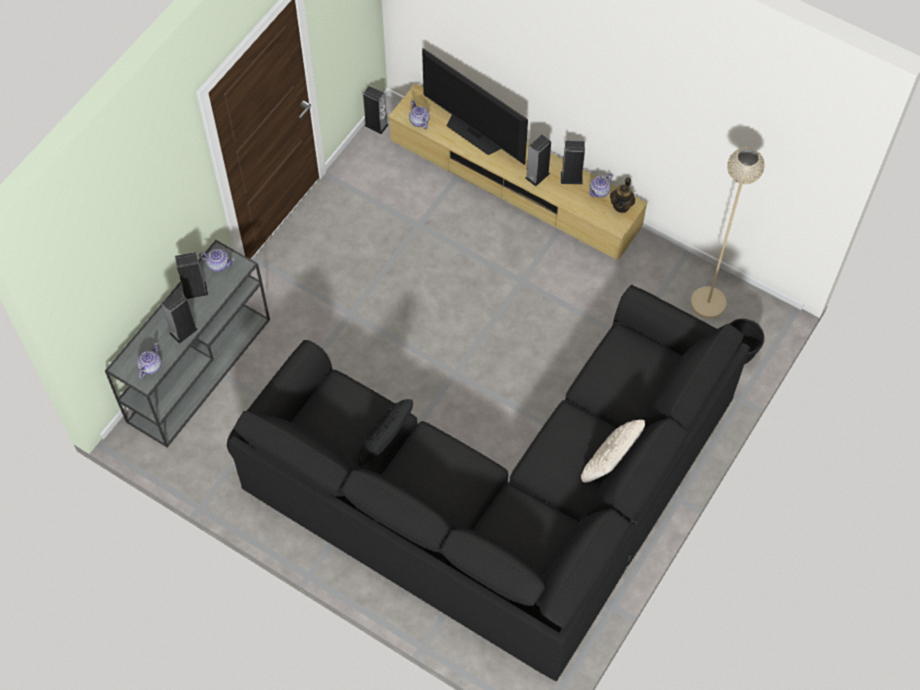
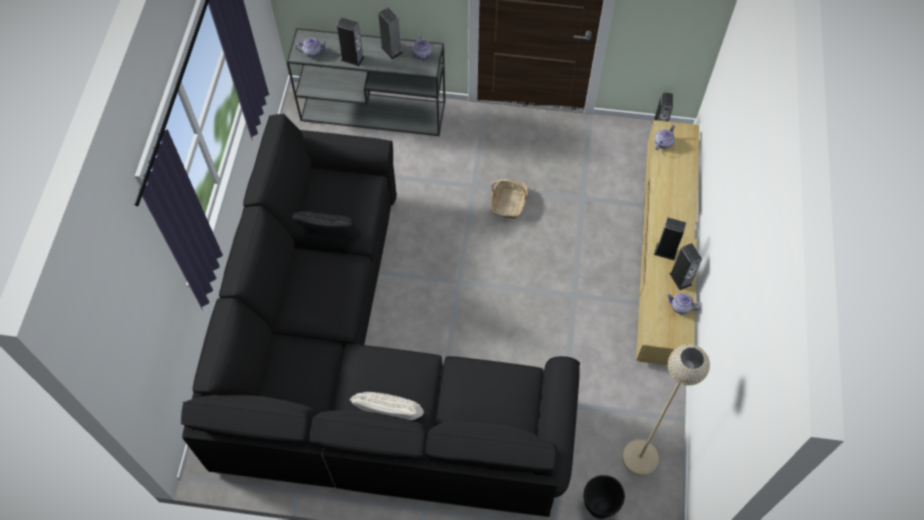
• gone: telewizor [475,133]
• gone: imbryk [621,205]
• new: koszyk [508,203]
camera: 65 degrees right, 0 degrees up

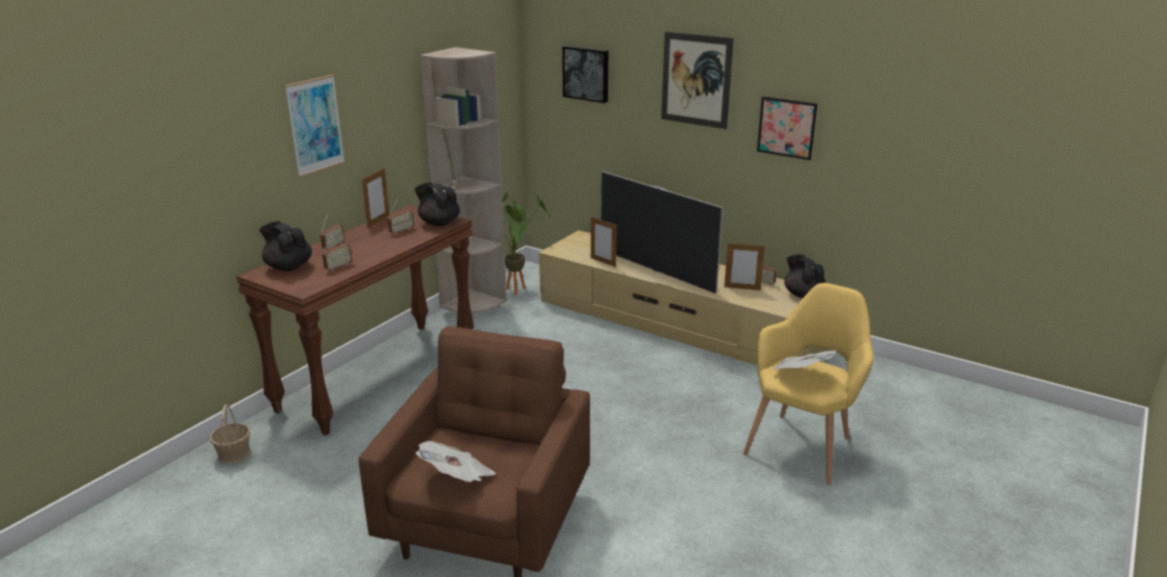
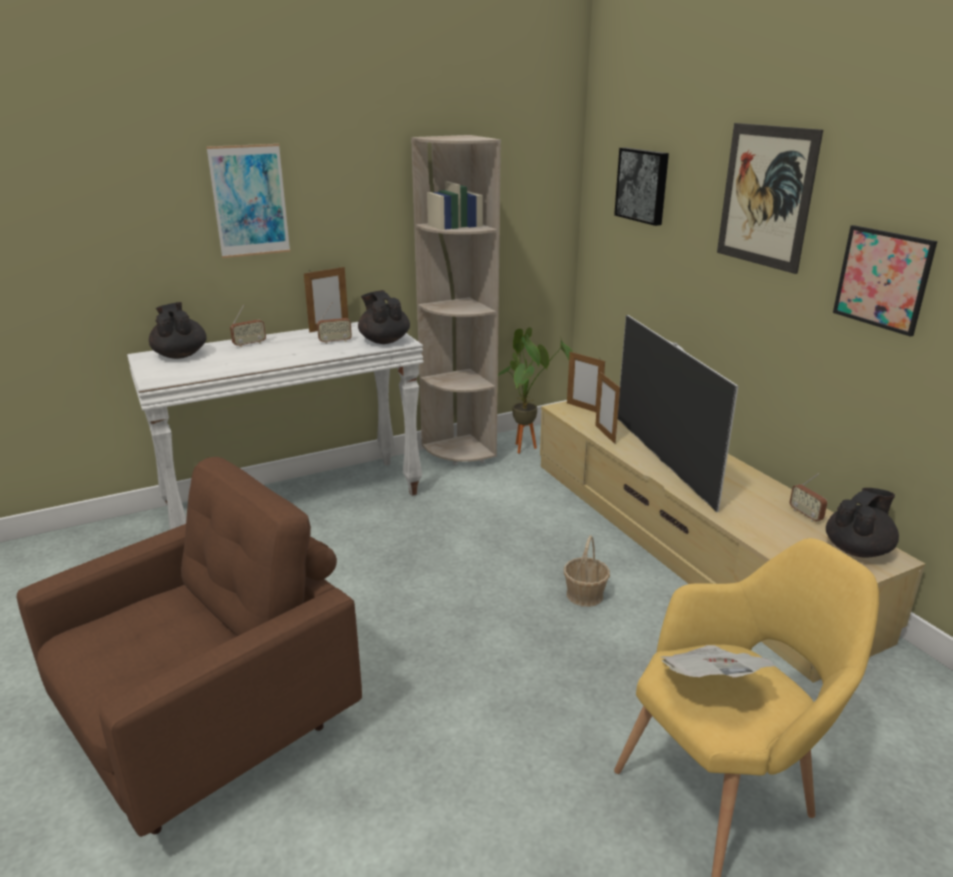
• repainted: stolik konsolowy (brązowy) [378,375] to stolik konsolowy (biały) [295,502]
• gone: radio [338,267]
• shifted: ramka na zdjęcie [742,288] to [583,408]
• rotated: imbryk (czarny) [803,294] = [857,549] 45 degrees clockwise
• shifted: koszyk [234,454] to [585,595]
• gone: gazeta [457,478]
camera: 30 degrees right, 0 degrees up

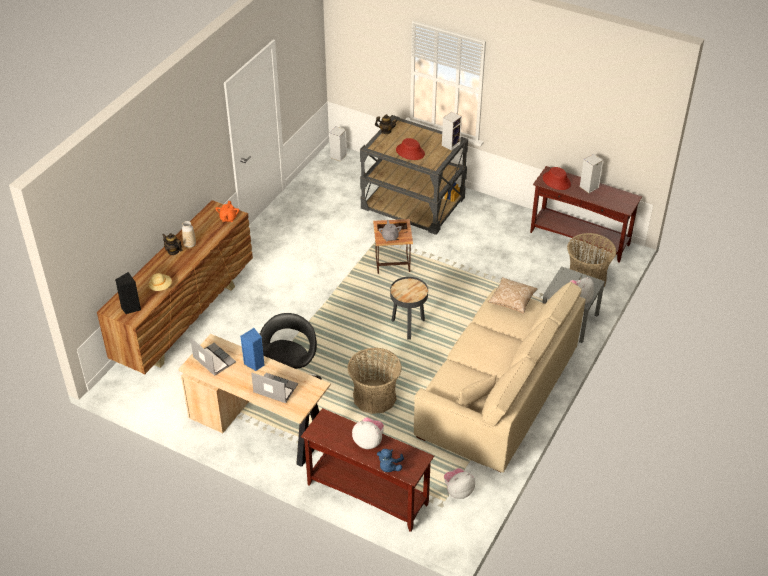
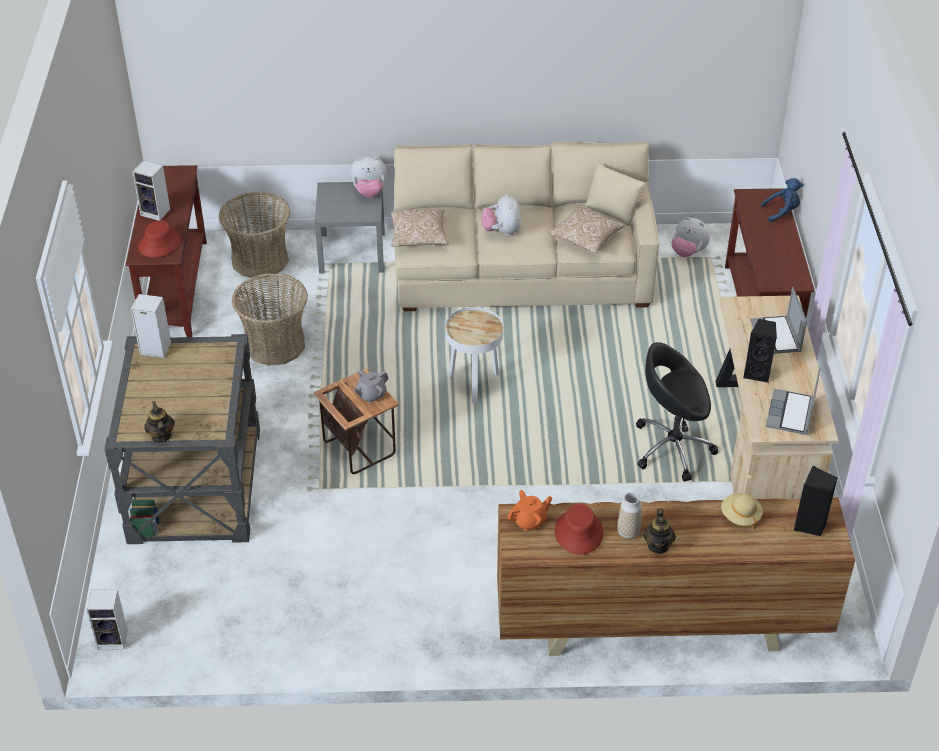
• shifted: kapelusz (czerwony) [410,152] to [578,532]
• repainted: stolik (czarny) [408,326] to stolik (biały) [474,383]
• repainted: głośnik (niebieski) [255,364] to głośnik (czarny) [757,373]
• shifted: koszyk [374,397] to [275,345]
• shifted: pluszak [368,441] to [502,231]
• new: poduszka [586,238]
camera: 120 degrees left, 0 degrees up

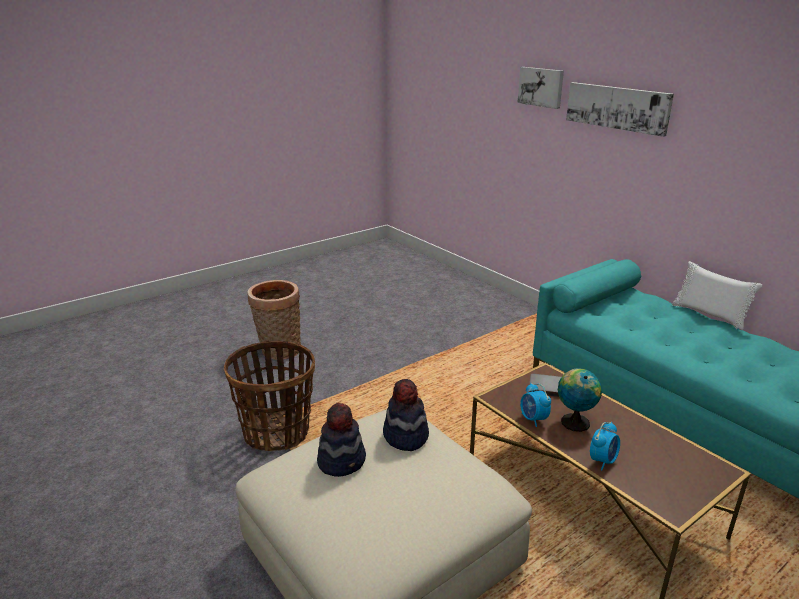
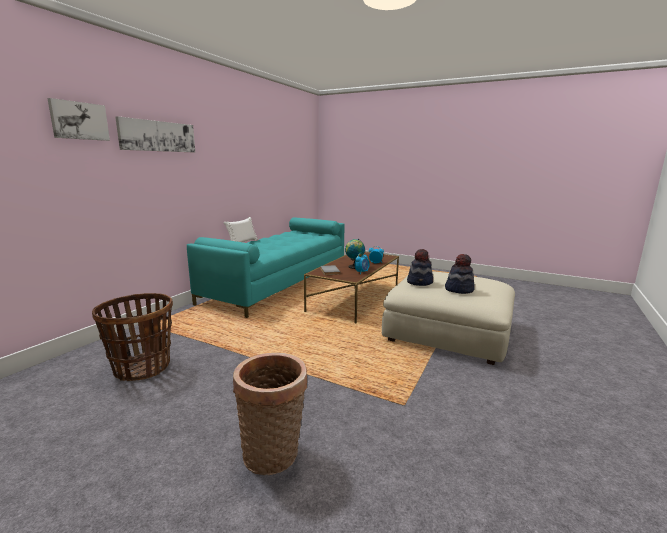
• shifted: koszyk [277,433] to [142,368]
camera: 115 degrees left, 10 degrees down

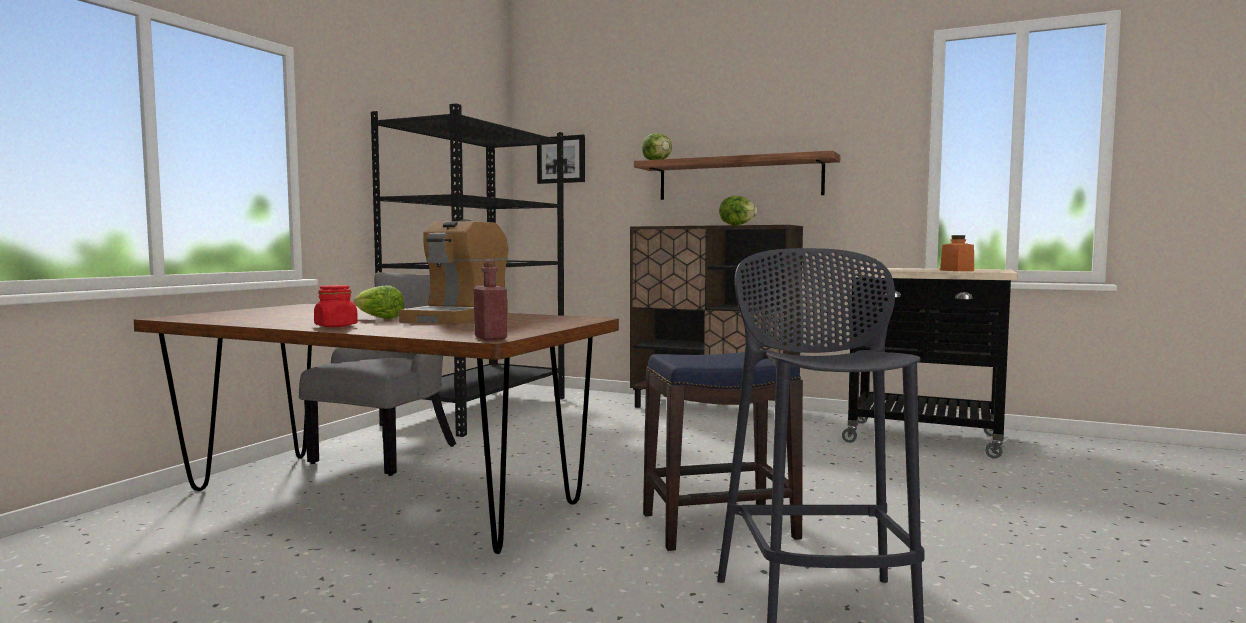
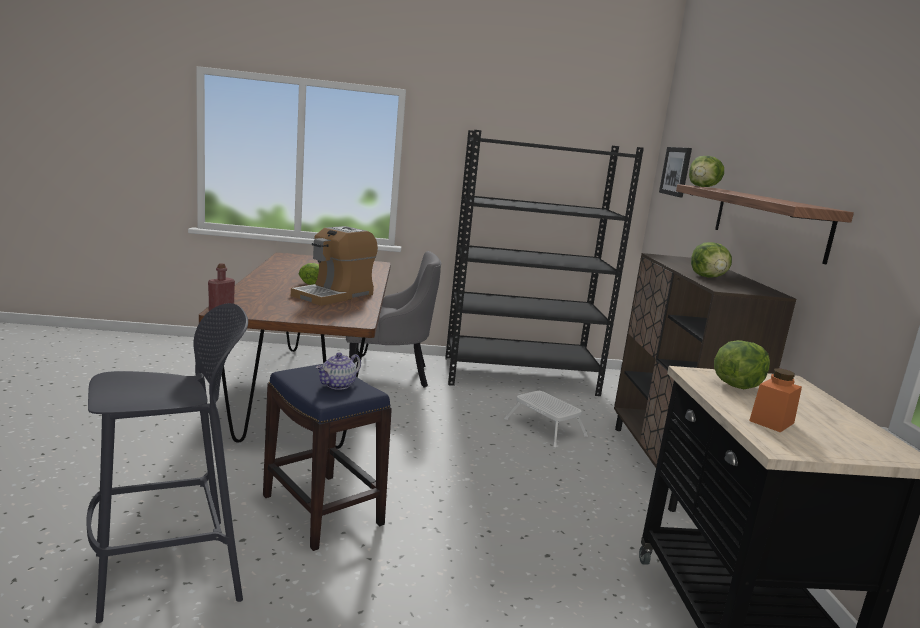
• rotated: ekspres do kawy [458,317] = [334,295] 45 degrees counterclockwise
• gone: słoik (czerwony) [336,326]
• new: sałata [736,385]
• new: imbryk [338,385]
• new: drabinka (biały) [544,427]
camera: 60 degrees right, 10 degrees up

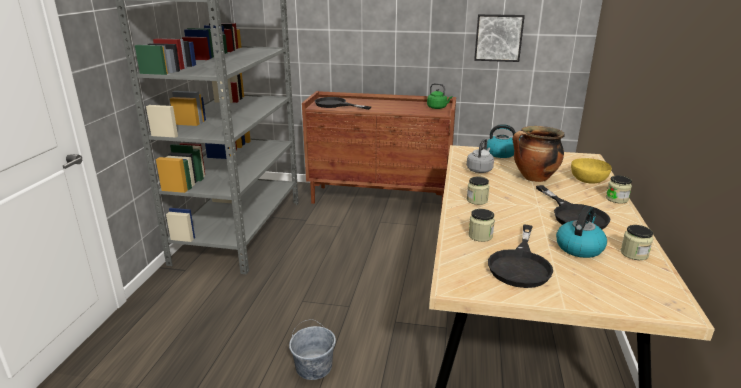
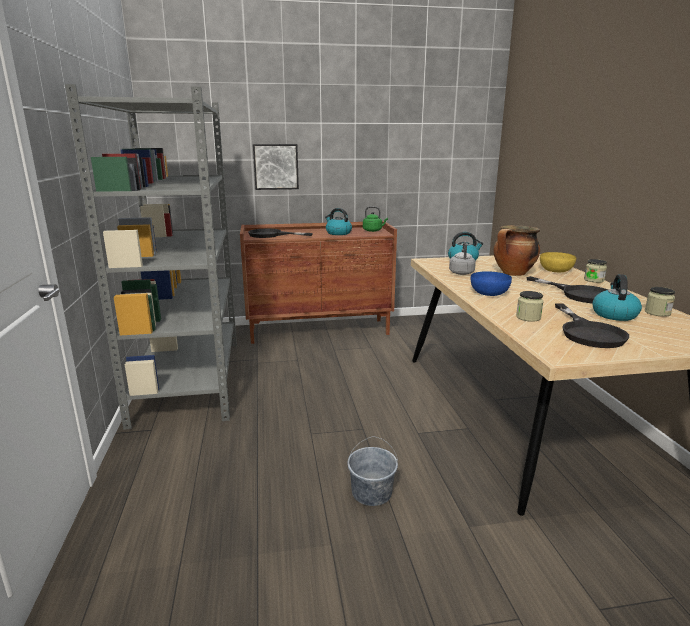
• shifted: obraz [498,37] to [276,166]
• swapped: słoik [477,200] to miska (niebieski) [489,293]
• new: czajnik [338,233]
camera: 20 degrees left, 5 degrees down

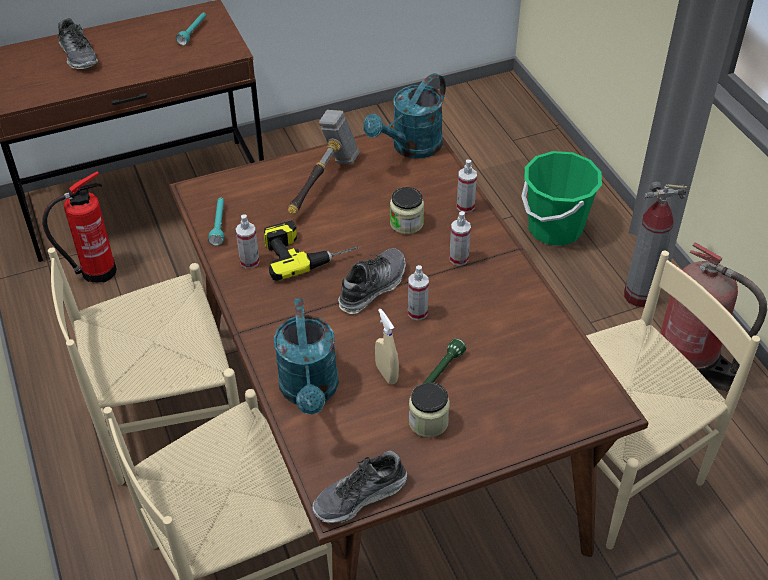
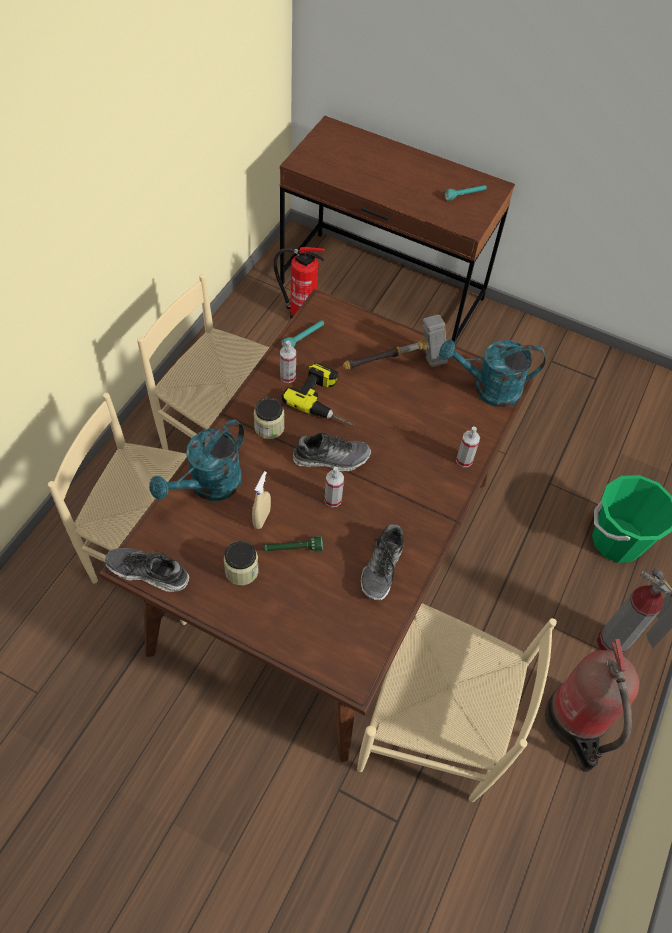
• shifted: but [79,55] to [382,568]
• shifted: słoik [406,223] to [269,427]
• gone: spryskiwacz [458,258]
camera: 45 degrees right, 10 degrees up

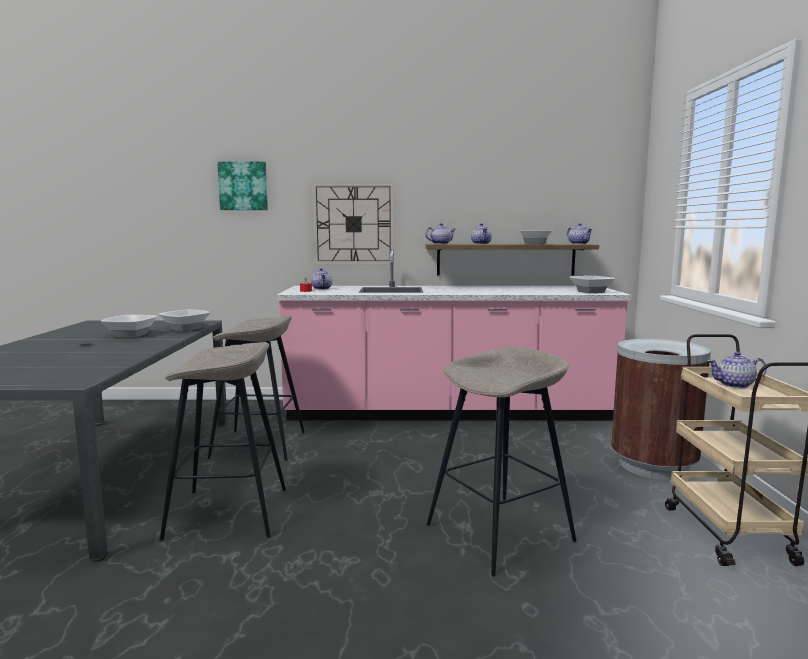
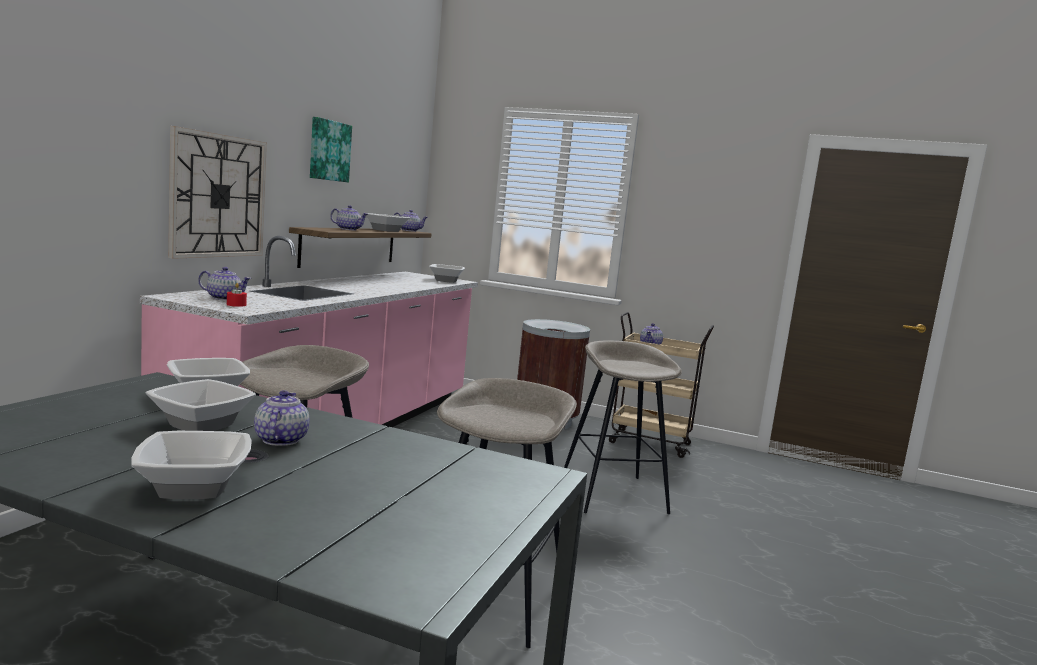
• shifted: obraz [243,186] to [328,150]
• shifted: imbryk [440,244] to [280,439]
• new: miska [194,488]
camera: 70 degrees left, 0 degrees up

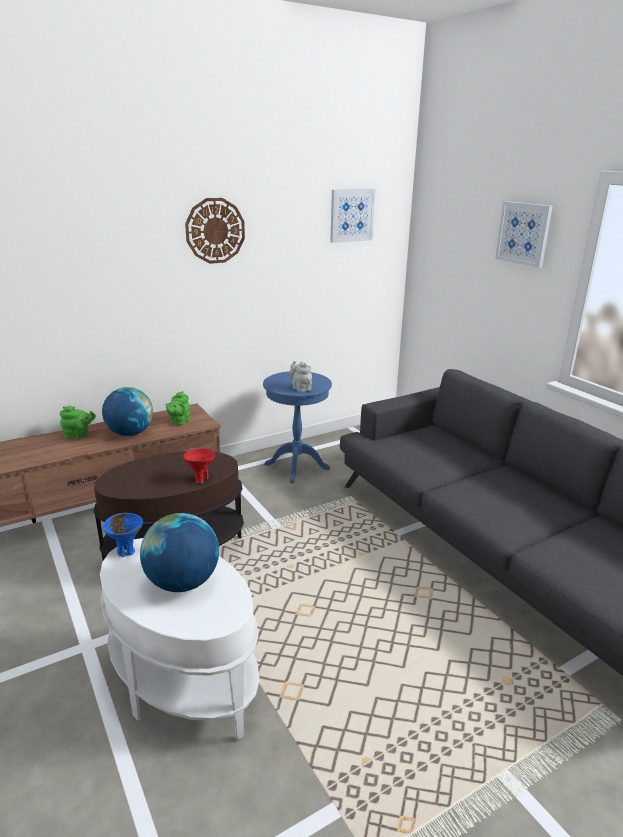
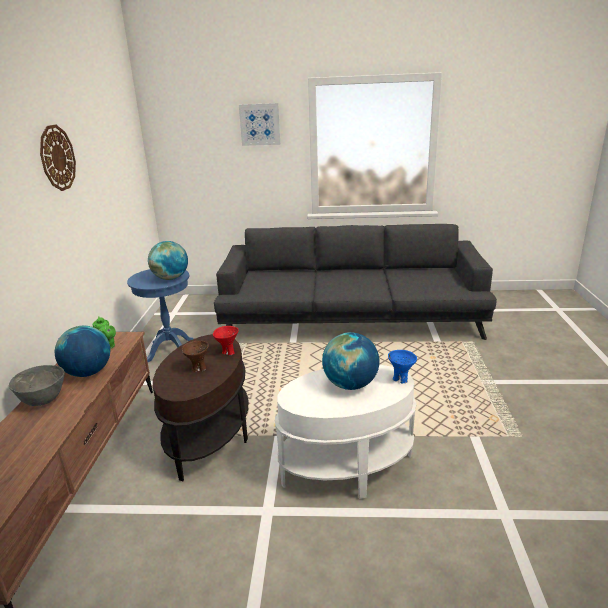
• gone: obraz [351,215]
• swapped: imbryk (szary) [300,388] to globus [171,278]
• swapped: imbryk (zielony) [78,435] to miska (szary) [43,401]
• shifted: miska (niebieski) [126,551] to [400,379]
• new: miska (brązowy) [198,368]
camera: 55 degrees left, 0 degrees up

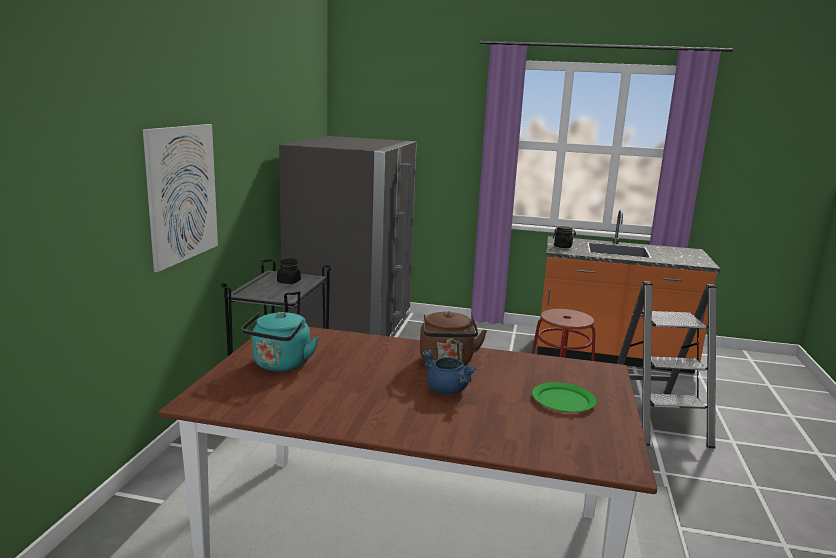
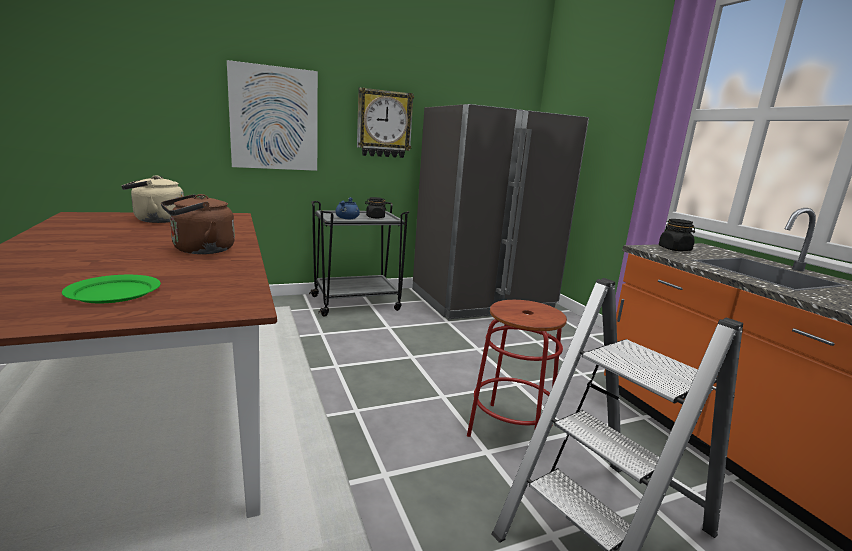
• repainted: czajnik (turkusowy) [280,365] to czajnik (beżowy) [156,220]
• shifted: garnek (niebieski) [447,390] to [347,219]
• new: zegar ścienny [384,124]
camera: 55 degrees right, 0 degrees up

